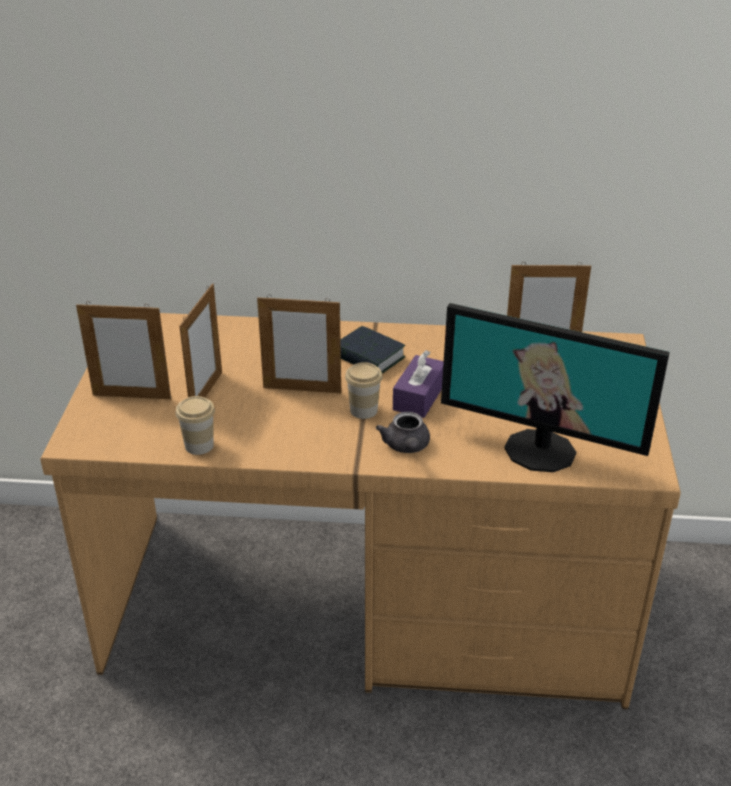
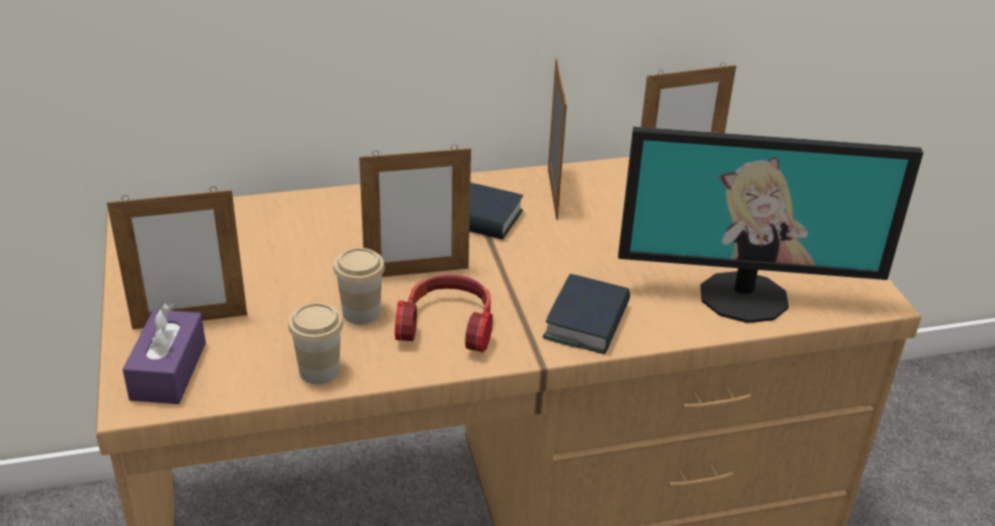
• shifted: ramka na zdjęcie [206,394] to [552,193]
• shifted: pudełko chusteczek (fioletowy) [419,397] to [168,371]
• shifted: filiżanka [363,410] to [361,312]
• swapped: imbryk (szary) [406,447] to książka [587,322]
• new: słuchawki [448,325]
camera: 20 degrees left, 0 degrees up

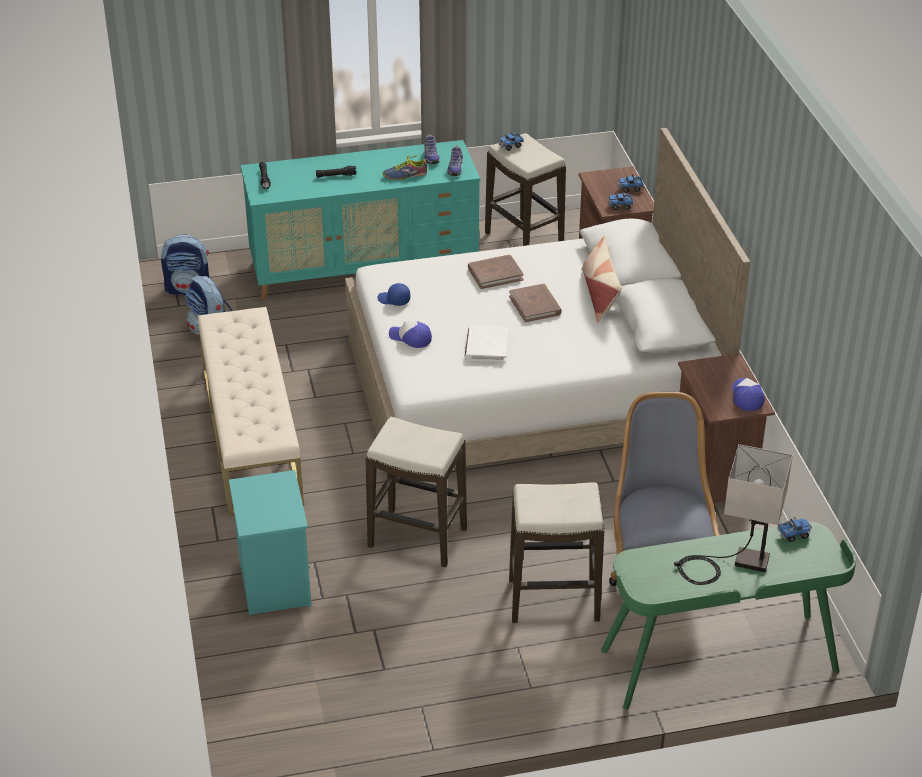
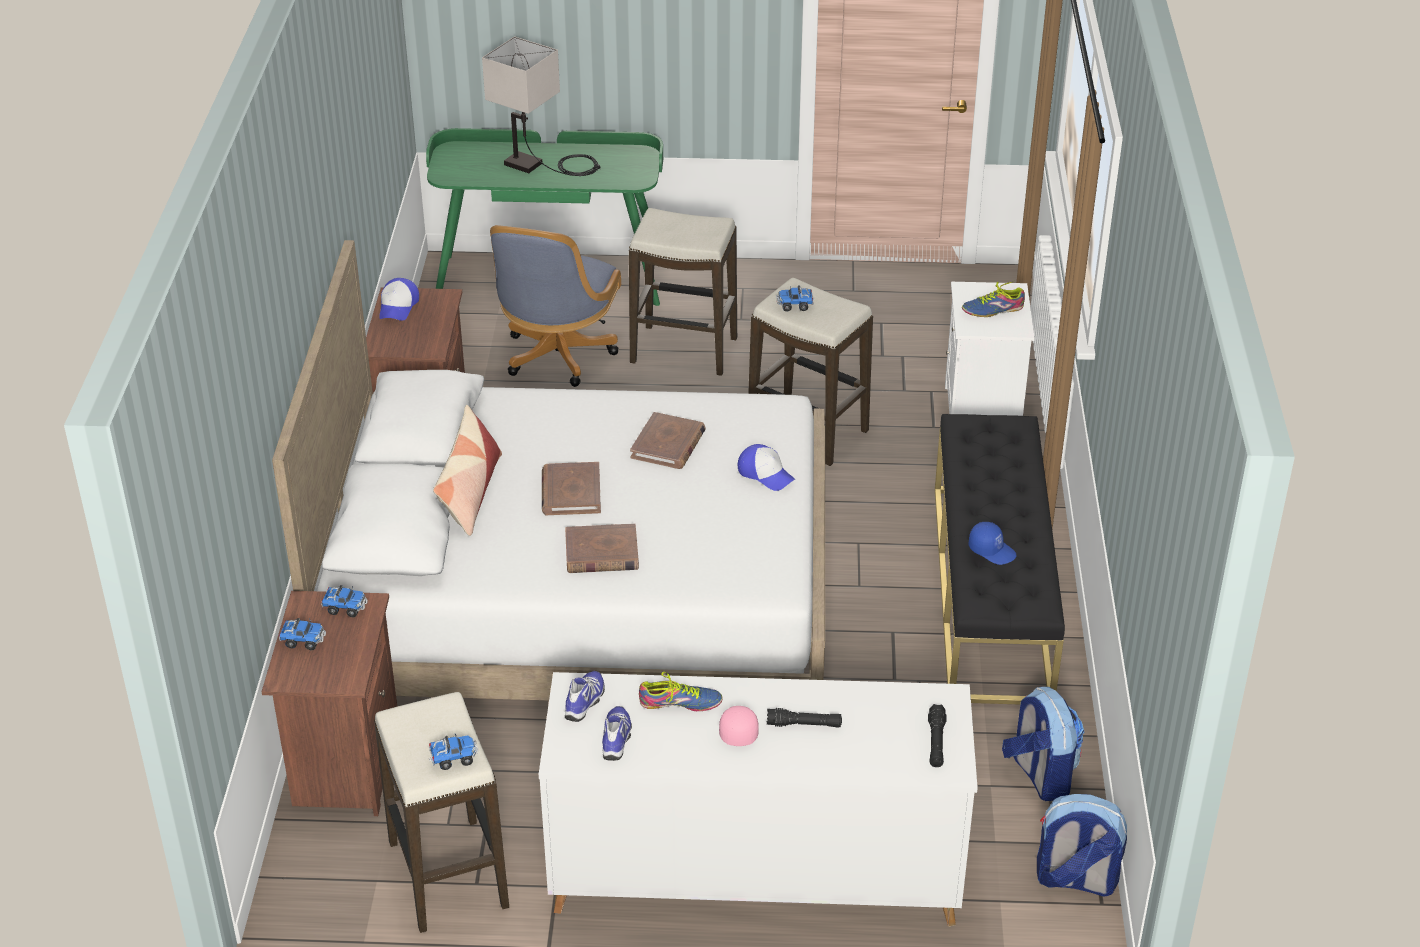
• repainted: komoda (turkusowy) [363,266] to komoda (biały) [755,870]
• shifted: czapka z daszkiem (niebieski) [393,300] to [992,550]
• repainted: ławka (beżowy) [251,434] to ławka (czarny) [991,591]
• repainted: książka (biały) [486,347] to książka (brązowy) [668,444]
• repainted: szafka nocna (turkusowy) [273,583] to szafka nocna (biały) [983,414]
• shifted: ciężarówka zabawkowa [793,535] to [795,305]
• new: but [993,310]
• new: czapka z daszkiem (różowy) [737,729]
camera: 165 degrees left, 0 degrees up

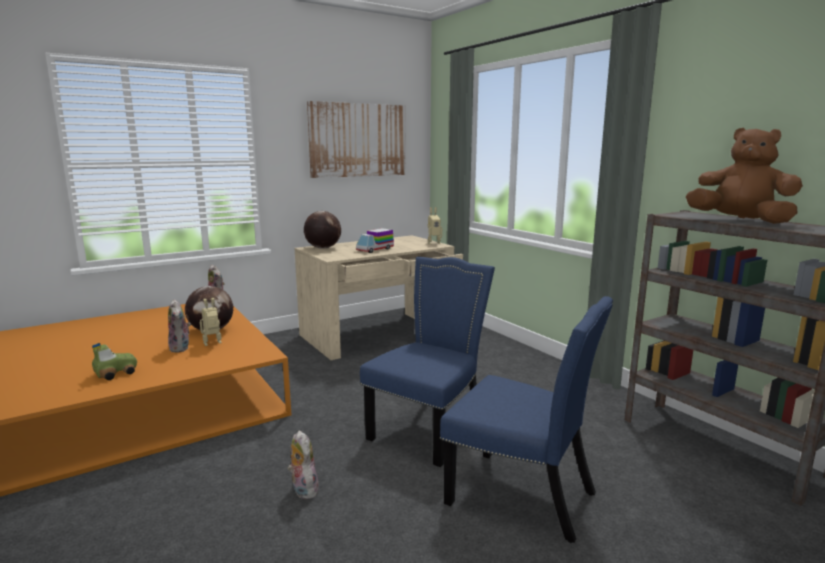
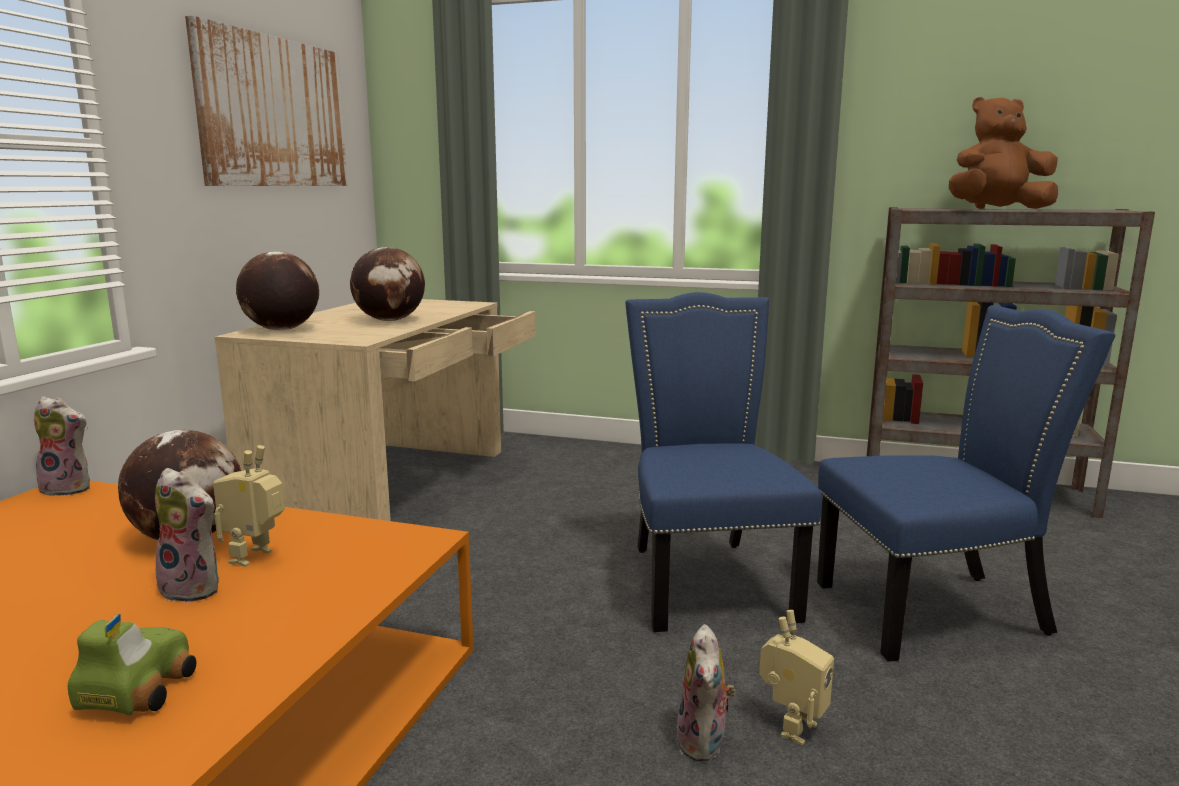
• shifted: robot zabawkowy [433,243] to [791,727]
• swapped: ciężarówka zabawkowa [375,249] to globus [390,320]
• rotated: pluszak [303,490] = [704,743] 105 degrees counterclockwise
camera: 40 degrees left, 0 degrees up

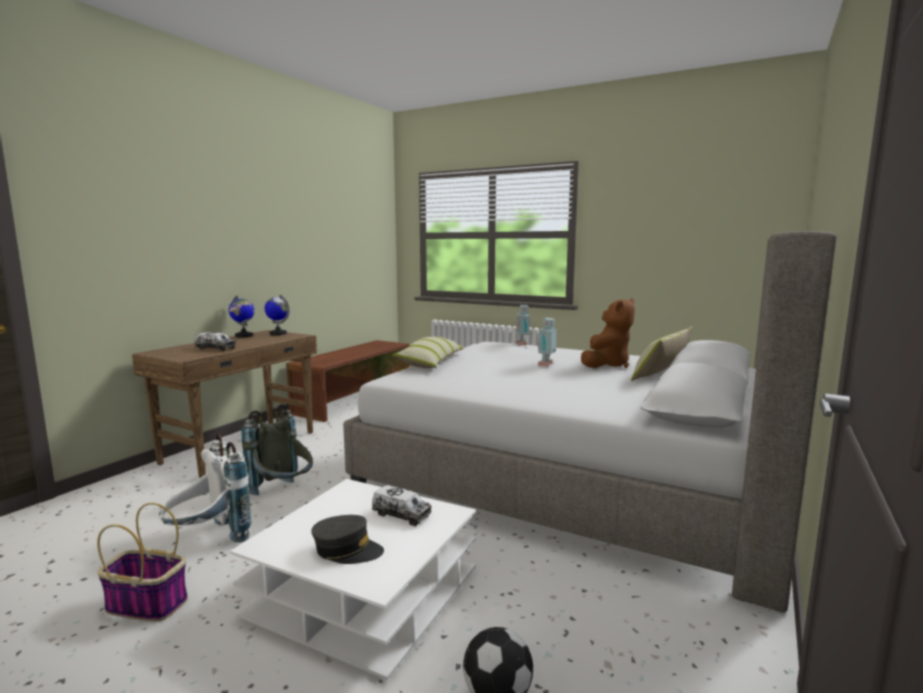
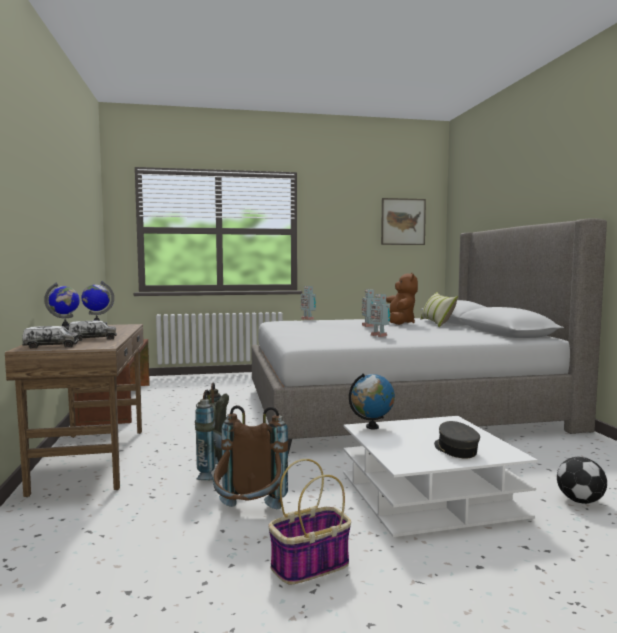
• gone: poduszka [430,362]
• repainted: plecak (biały) [209,540] to plecak (brązowy) [249,517]
• shifted: ciężarówka zabawkowa [401,515] to [51,346]
• rotated: czapka z daszkiem (szary) [347,550] = [455,449] 75 degrees counterclockwise
• new: obraz [403,221]
• new: robot zabawkowy [379,335]
• new: globus [372,427]
camera: 40 degrees left, 5 degrees down

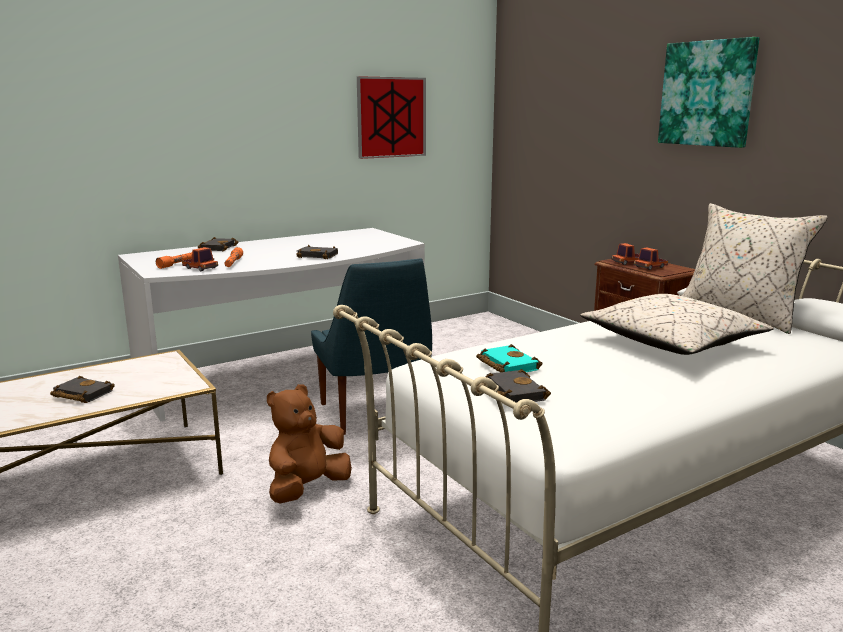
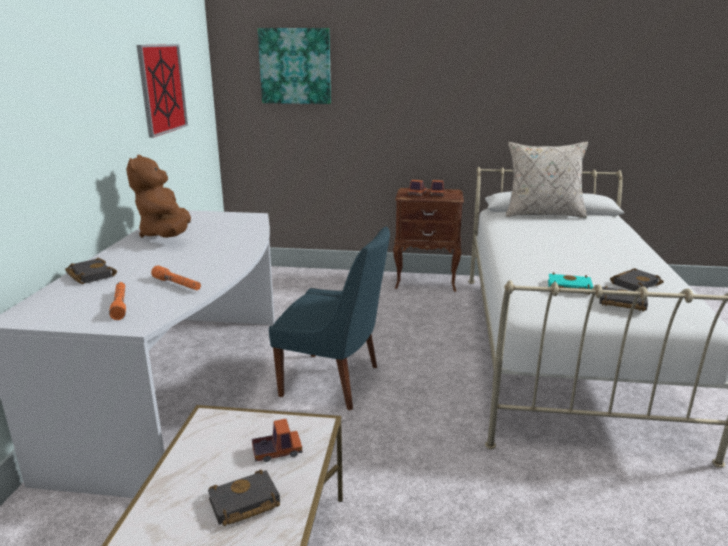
• shifted: obraz [707,93] to [295,66]
• shifted: książka (czarny) [319,256] to [634,283]
• shifted: ciężarówka zabawkowa [200,268] to [277,451]
• gone: poduszka (beżowy) [671,343]
• shifted: pluszak (brązowy) [307,489] to [166,235]
camera: 50 degrees left, 5 degrees up

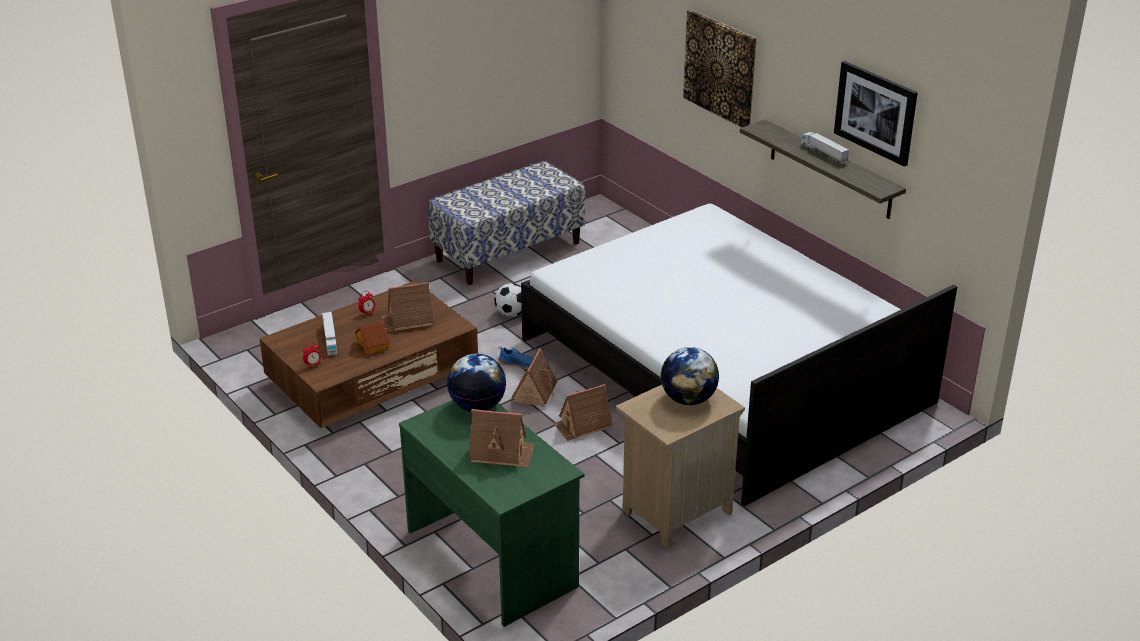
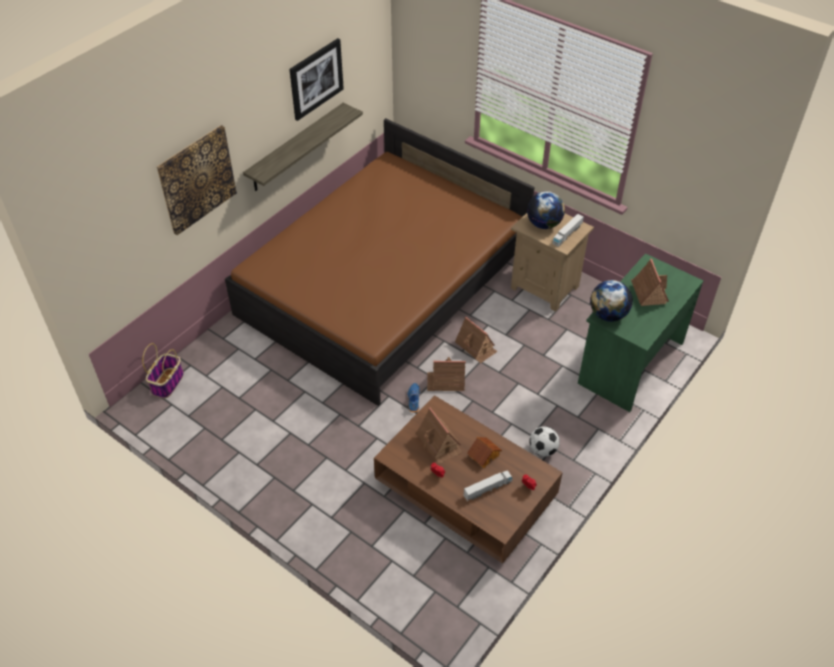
• shifted: ciężarówka zabawkowa [824,153] to [567,234]
• gone: ławka [508,251]
• repainted: łóżko (biały) [724,370] to łóżko (brązowy) [383,286]
• shifted: piłka futbolowa [511,314] to [542,450]
• new: koszyk [167,382]
camera: 105 degrees left, 15 degrees up

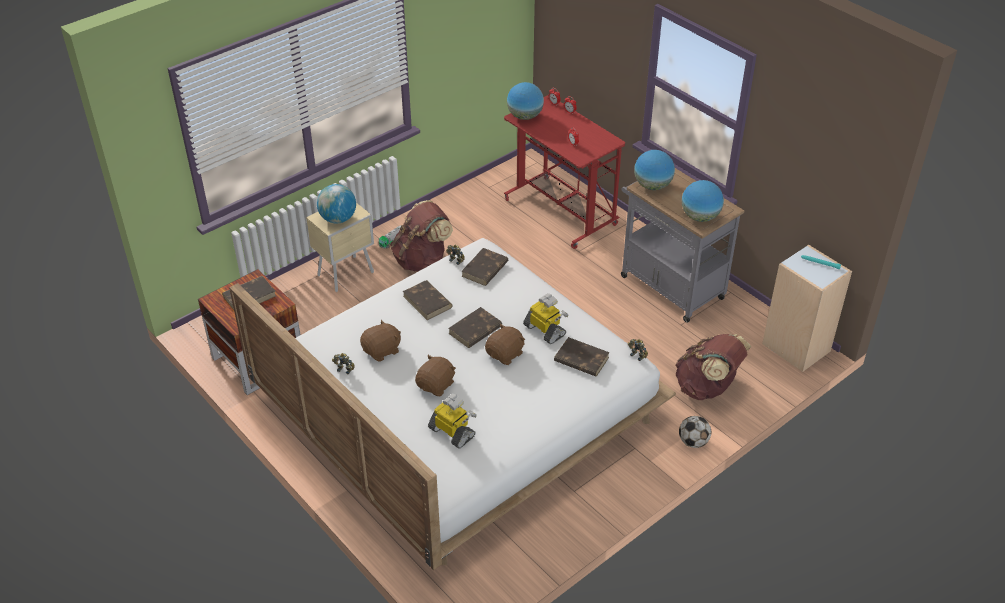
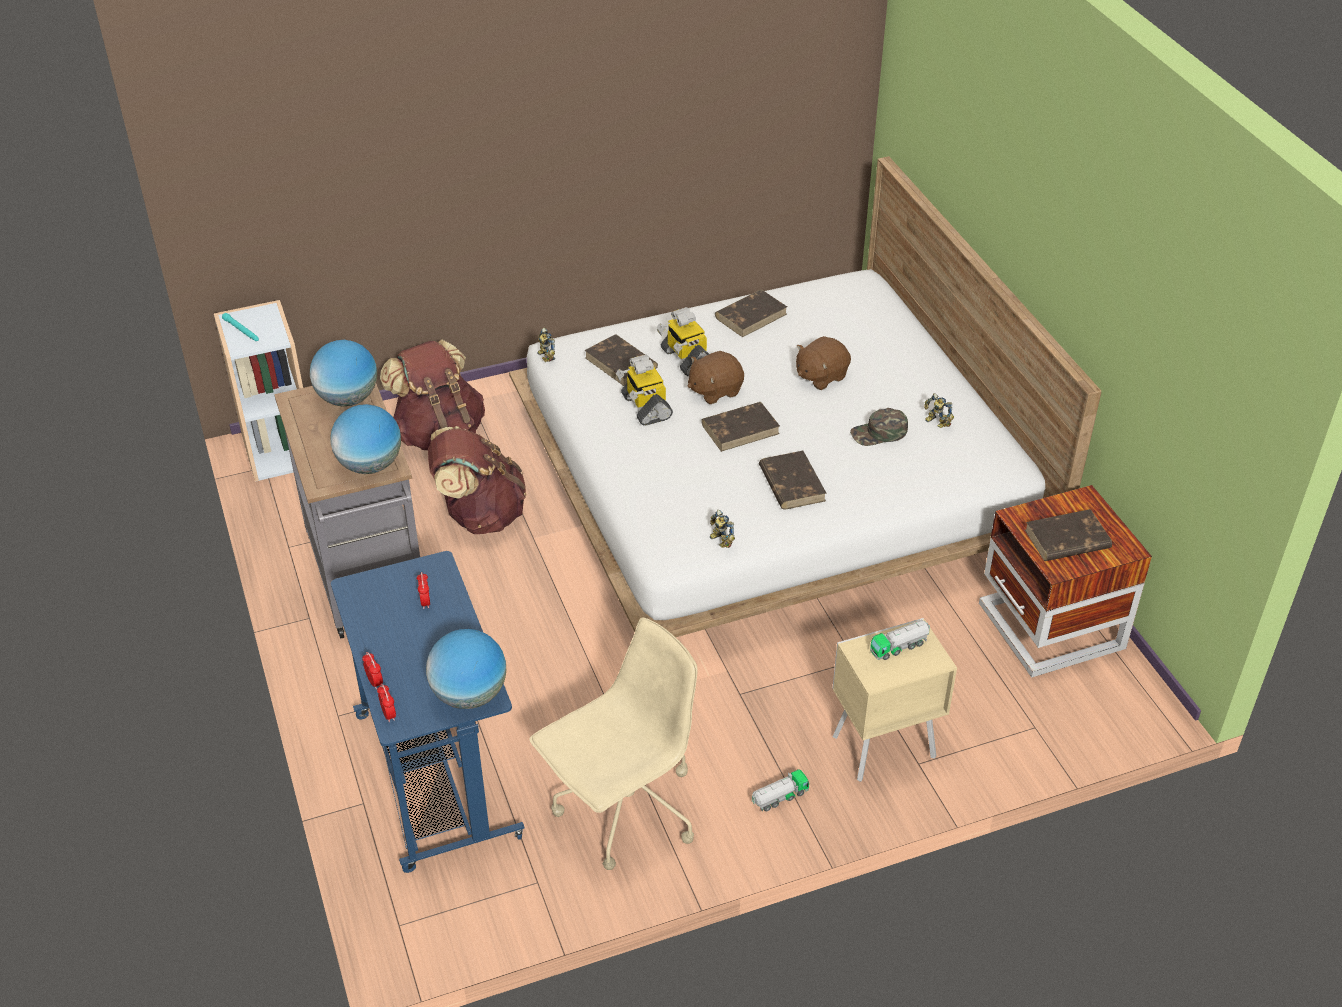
• repainted: biurko (czerwony) [560,212] to biurko (niebieski) [437,775]
• swapped: globus [338,219] to ciężarówka zabawkowa [899,647]
• shifted: plecak (brązowy) [422,260] to [480,515]
• shifted: książka (brązowy) [484,269] to [751,315]
• swapped: pluszak (brązowy) [382,351] to czapka z daszkiem (zielony) [879,433]
• shifted: robot zabawkowy [452,432] to [685,359]
• gone: piłka futbolowa [693,442]
• new: krzesło biurowe (beżowy) [622,814]
camera: 160 degrees left, 0 degrees up

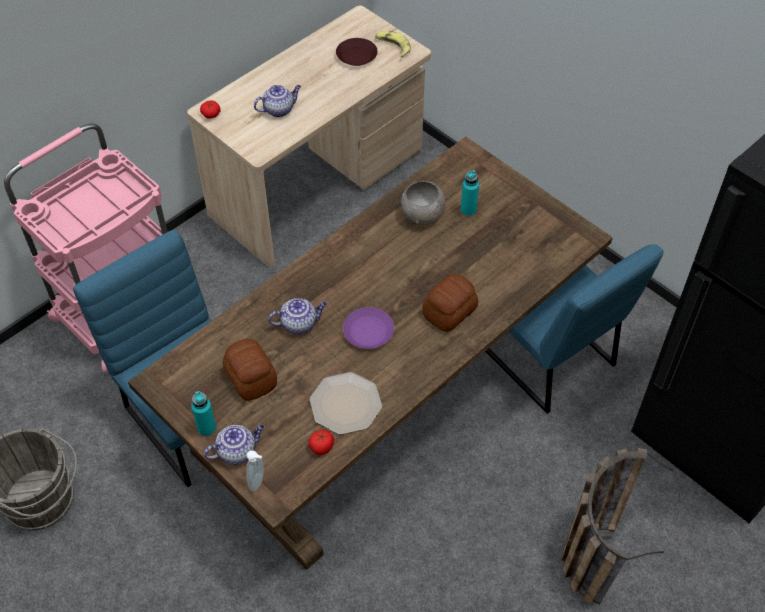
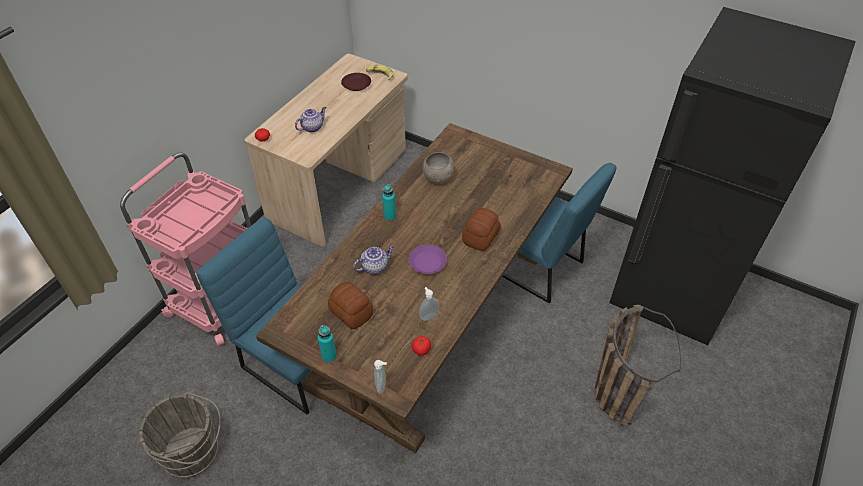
• shifted: butelka (turkusowy) [468,210] to [389,216]
• swapped: talerz [345,404] to dozownik mydła [428,316]
• gone: imbryk [237,451]
camera: 15 degrees left, 5 degrees down

